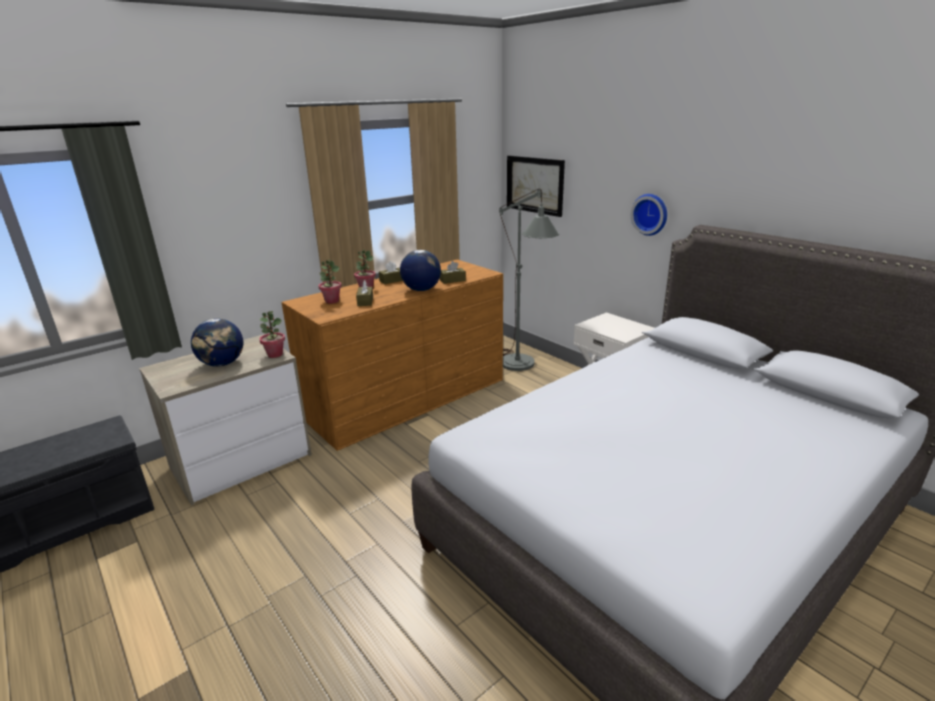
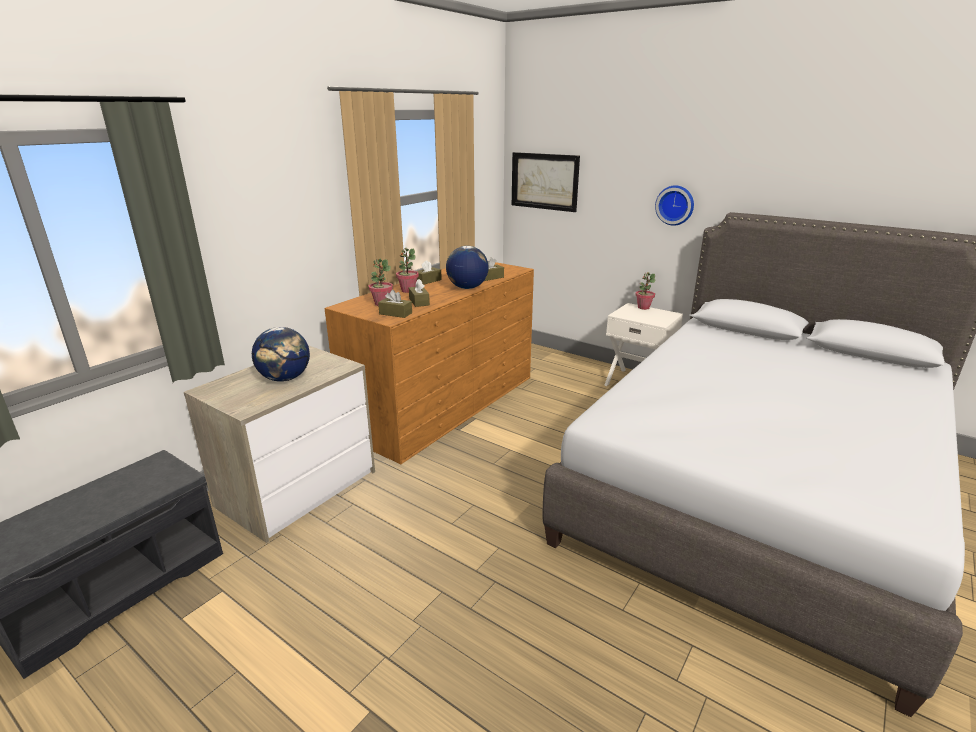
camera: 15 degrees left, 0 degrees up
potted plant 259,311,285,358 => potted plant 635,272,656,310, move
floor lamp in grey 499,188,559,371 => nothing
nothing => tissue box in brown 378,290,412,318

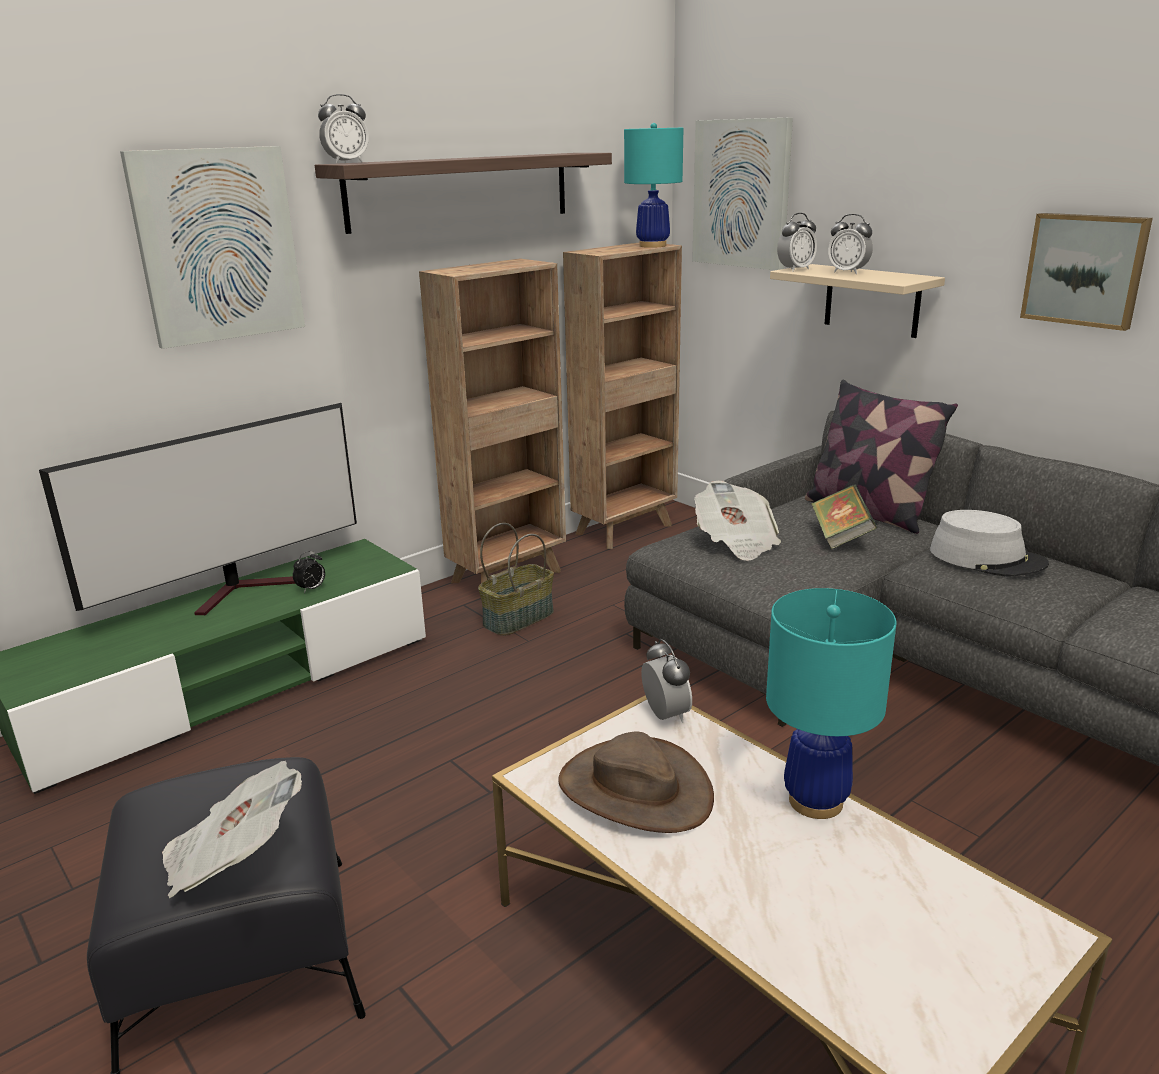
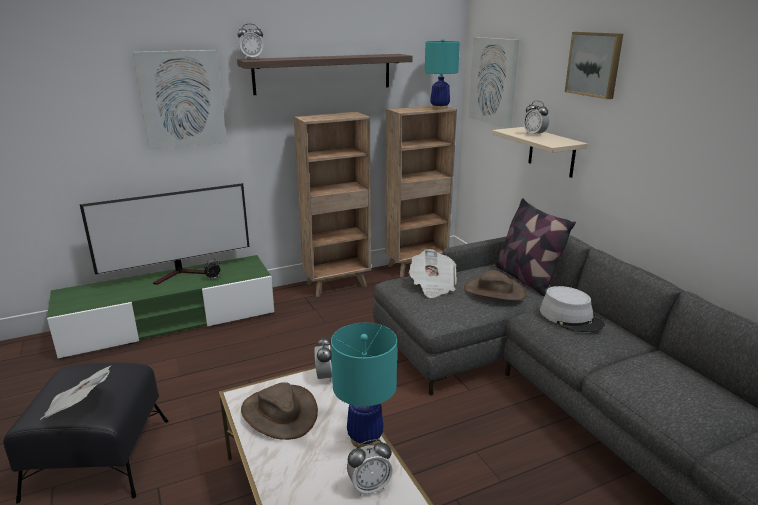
camera: 15 degrees right, 0 degrees up
basket 478,523,554,636 => nothing
alarm clock 777,213,817,272 => alarm clock 347,439,393,496, move
book 812,485,877,549 => hat in brown 464,270,527,301
picture 1020,213,1153,331 => picture 565,32,623,99, move

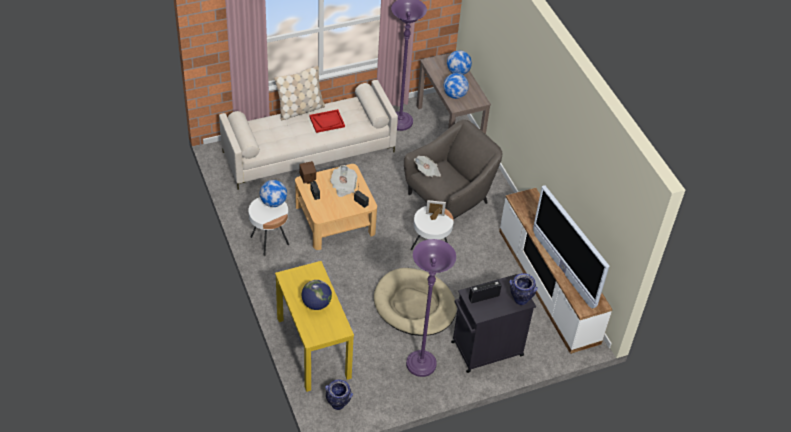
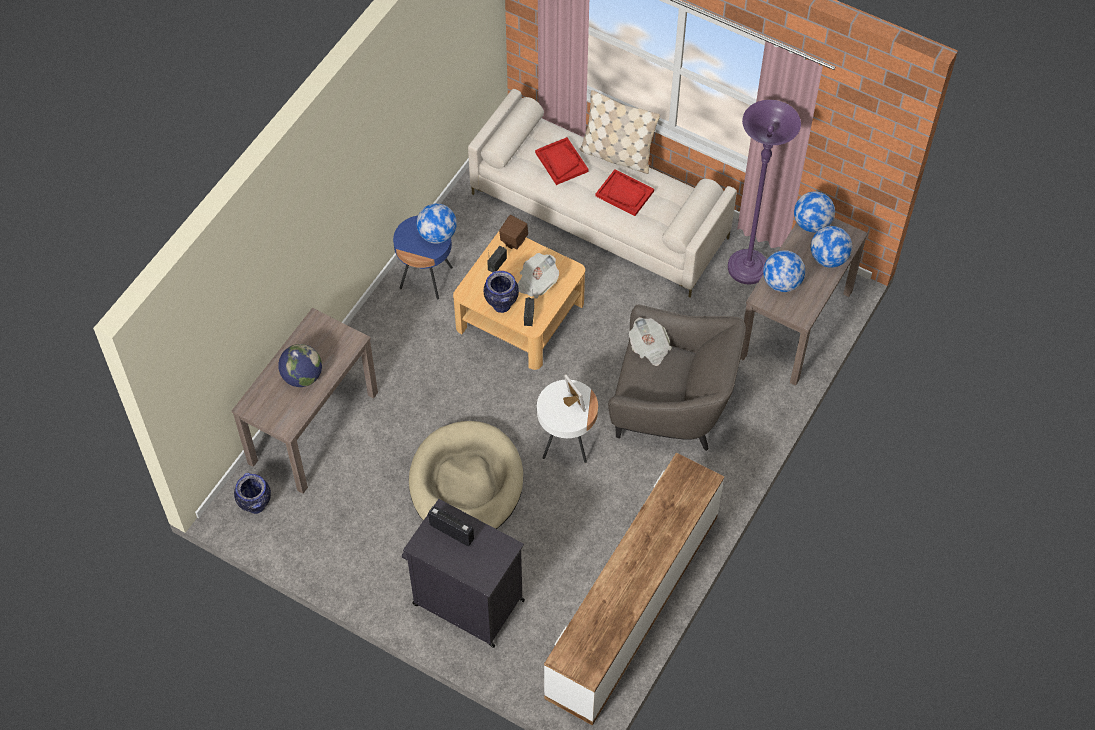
camera: 55 degrees right, 10 degrees up
side table in white 248,197,289,256 => side table in blue 393,216,453,300
console table in yellow 275,261,354,392 => console table in brown 232,308,378,494
floor lamp in purple 406,239,456,377 => nothing
vase 510,273,538,305 => vase 484,271,519,313, move
television 533,186,609,308 => nothing
nothing => tray in red 535,137,589,185
nothing => globe 794,191,835,232

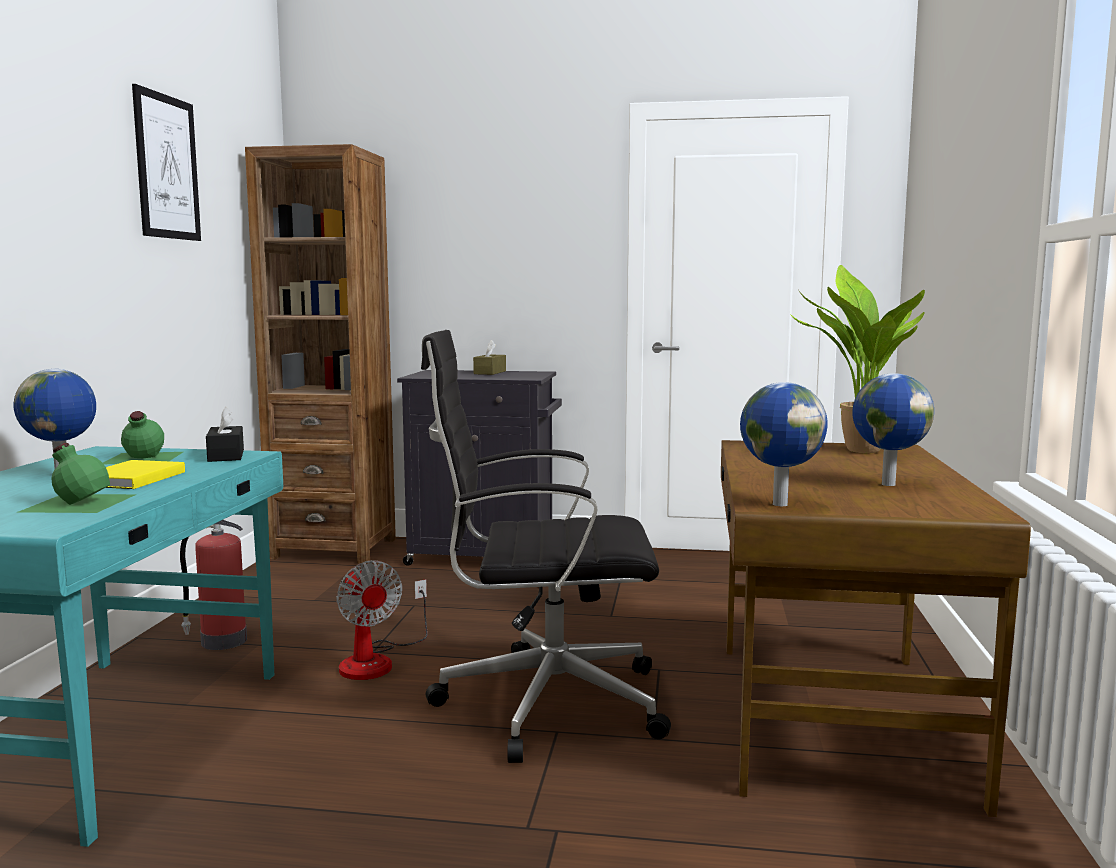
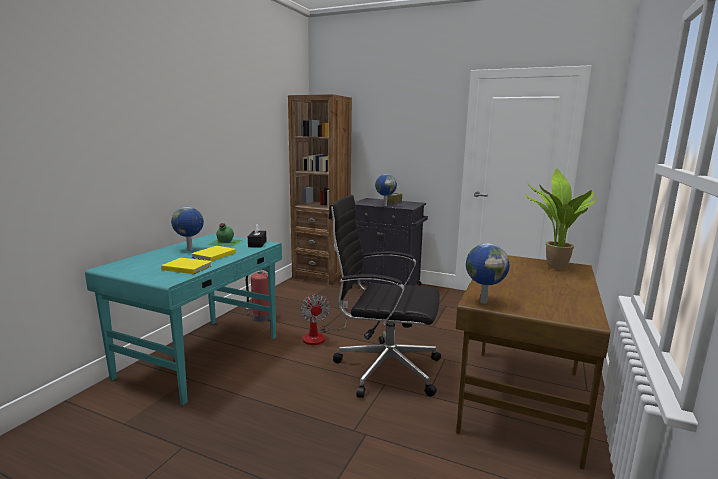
camera: 15 degrees right, 5 degrees up
bottle in green 19,443,137,513 => book in yellow 161,258,212,274
picture 132,84,201,241 => nothing
globe 852,373,934,486 => globe 375,174,397,206, move

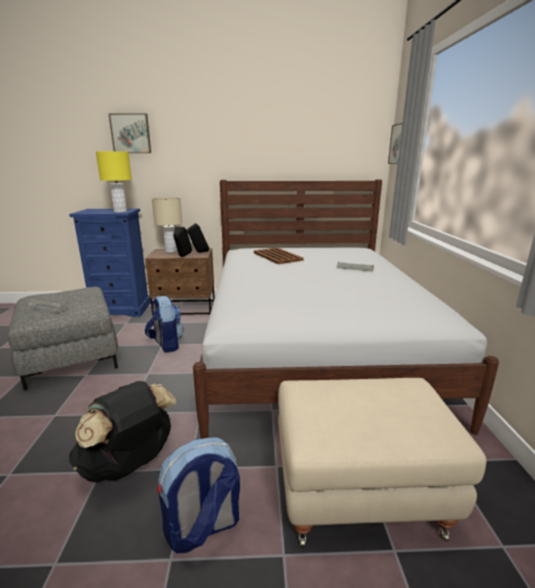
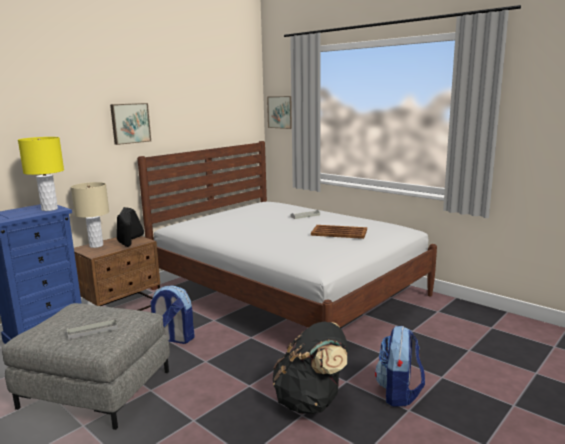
camera: 45 degrees left, 5 degrees down
picture 108,113,151,153 => picture 110,103,151,145, move
tray in brown 254,248,304,264 => tray in brown 311,225,367,239, move
ottoman in beige 278,378,486,547 => nothing

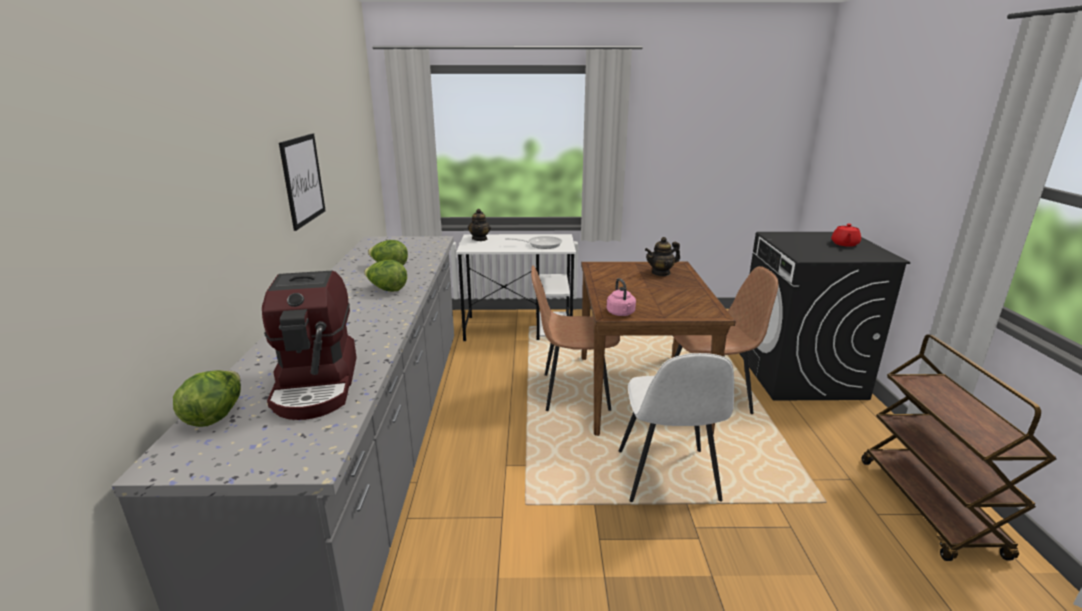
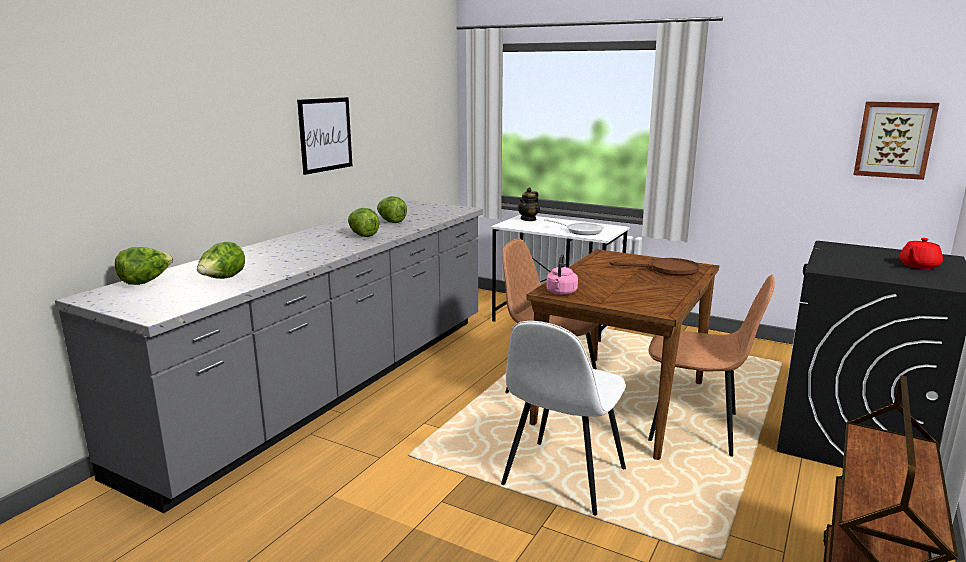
camera: 30 degrees right, 5 degrees down
coffee machine 262,271,357,420 => lettuce 197,242,245,279
teapot 645,237,680,276 => frying pan in brown 609,258,699,276
nothing => picture 853,101,939,180

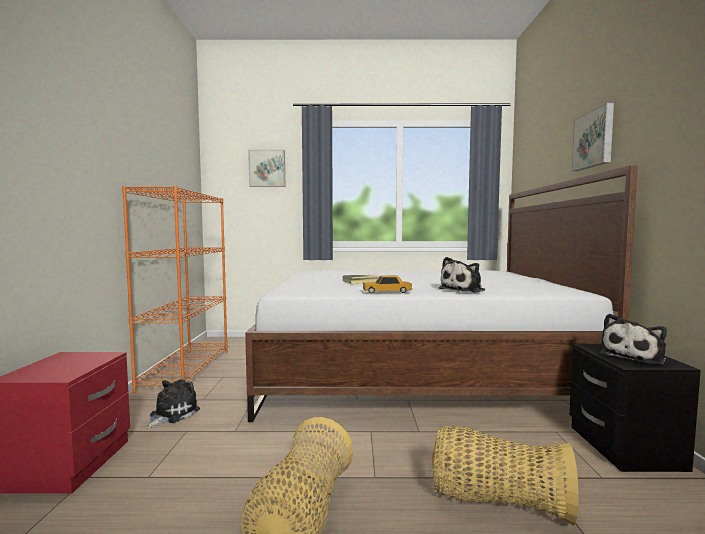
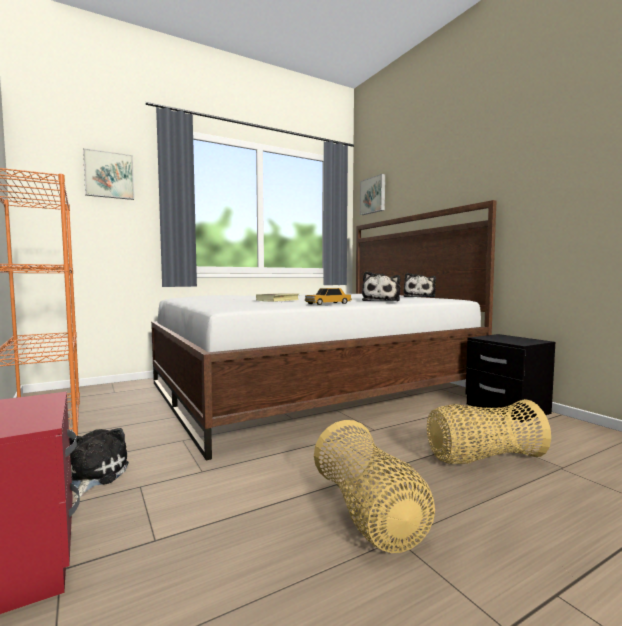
camera: 30 degrees left, 0 degrees up
picture 571,103,614,171 => picture 360,174,385,215, move
plush toy 600,314,667,365 => plush toy 403,273,436,297, move

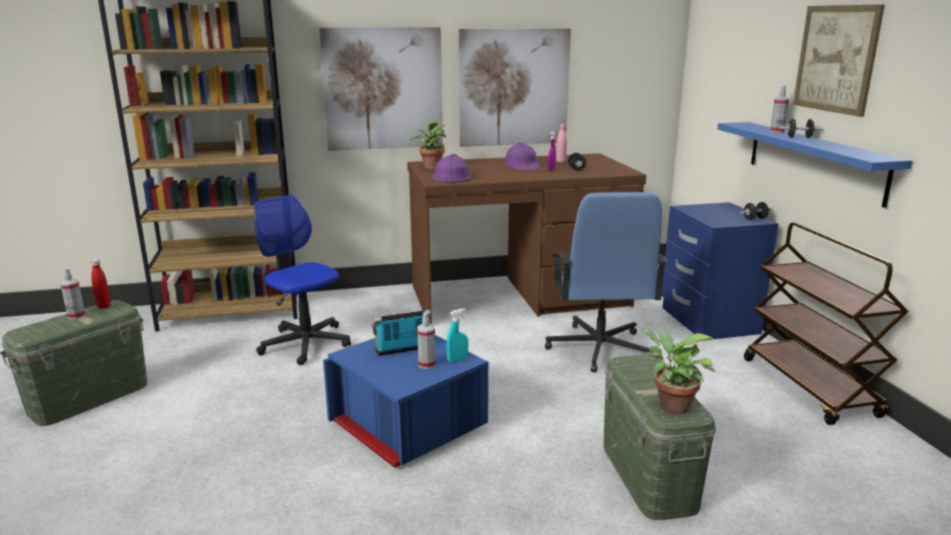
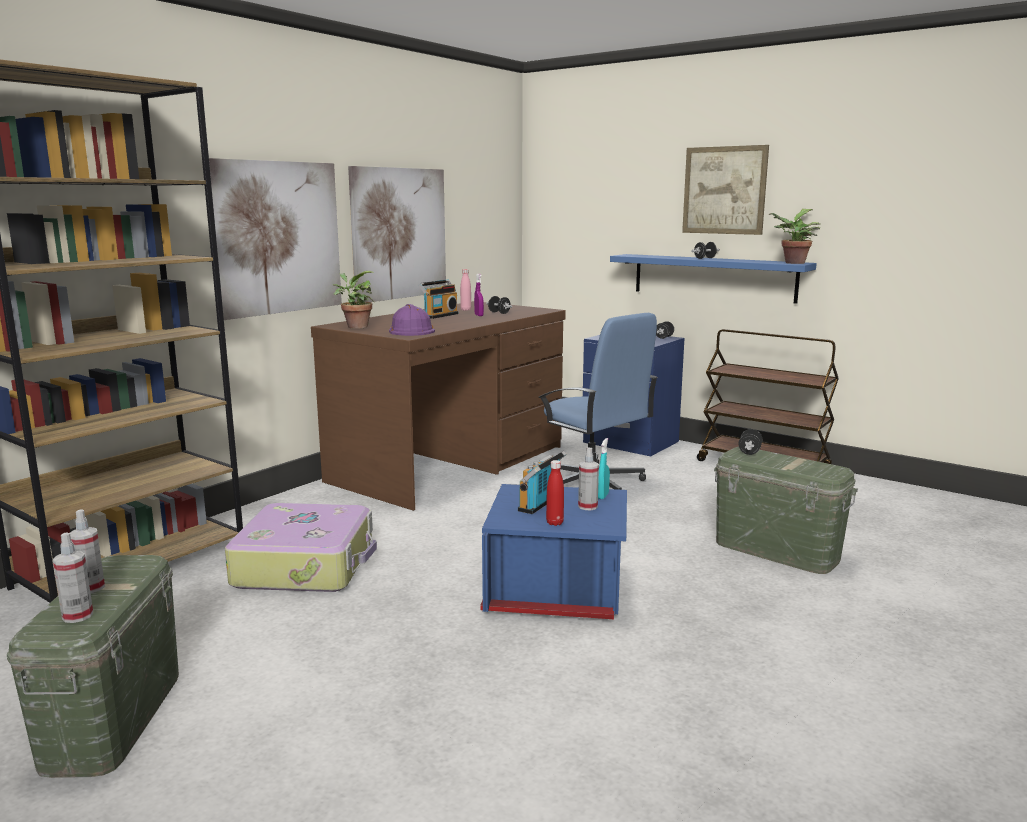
camera: 40 degrees left, 5 degrees down
bottle in red 91,259,111,309 => bottle in red 546,460,564,526, move
office chair 254,195,351,365 => suitcase 225,503,377,592
hard hat in purple 503,142,540,170 => radio 419,280,458,319
potted plant 642,328,715,414 => potted plant 768,209,820,264, move
spray bottle 770,85,790,133 => spray bottle 53,532,93,623, move
nothing => dumbbell in black 738,429,763,455

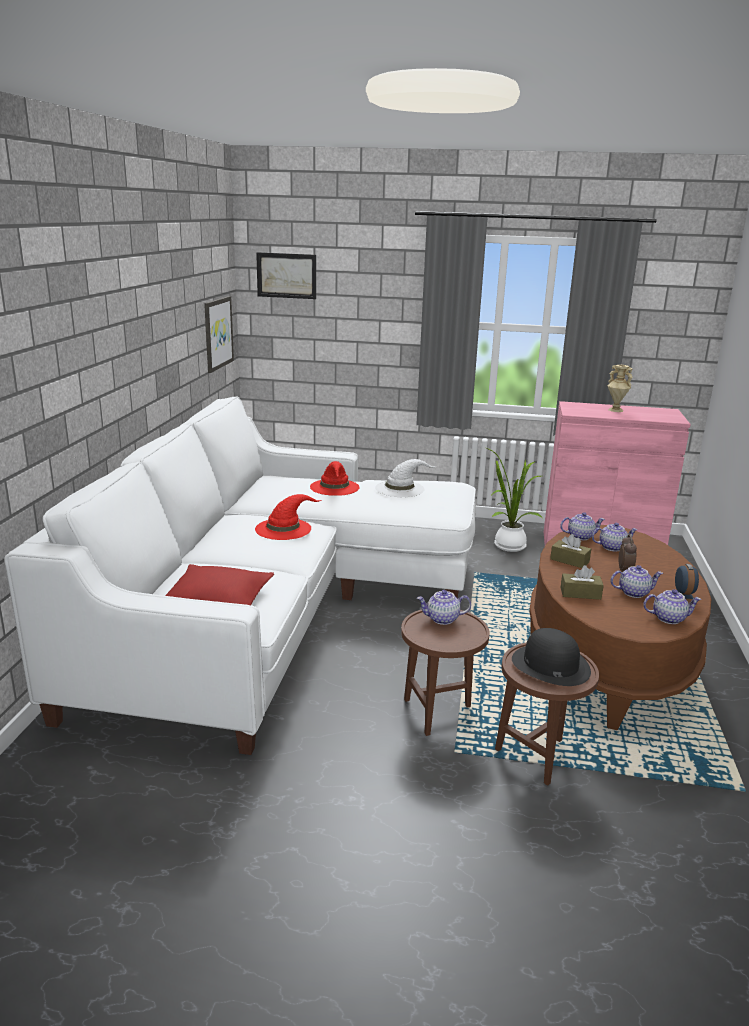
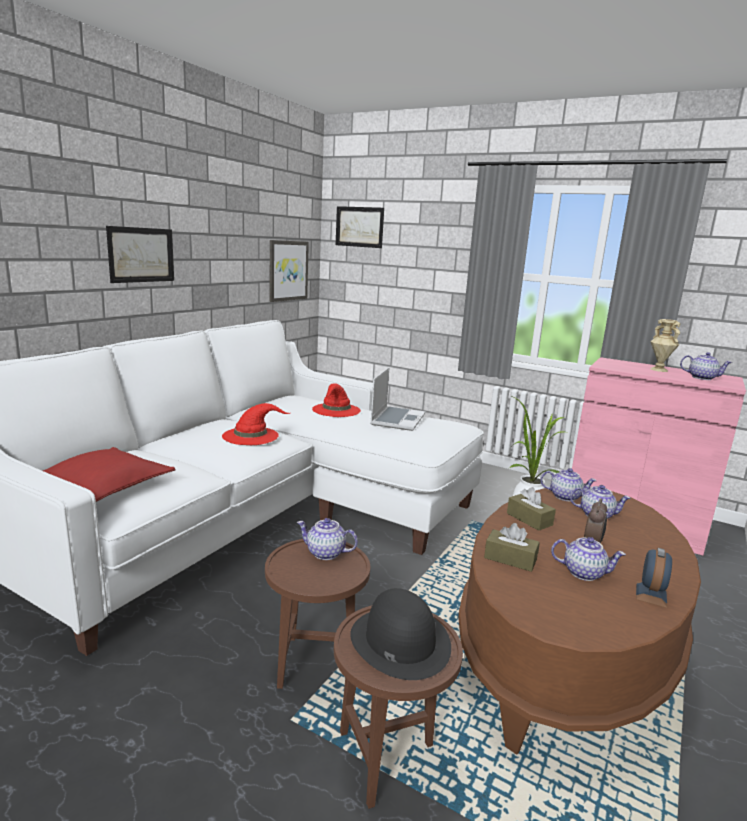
camera: 20 degrees right, 5 degrees down
hat in white 375,459,437,497 => laptop 370,367,425,431
teapot 643,589,702,624 => teapot 680,352,732,380, move
nothing => picture 106,226,174,283

